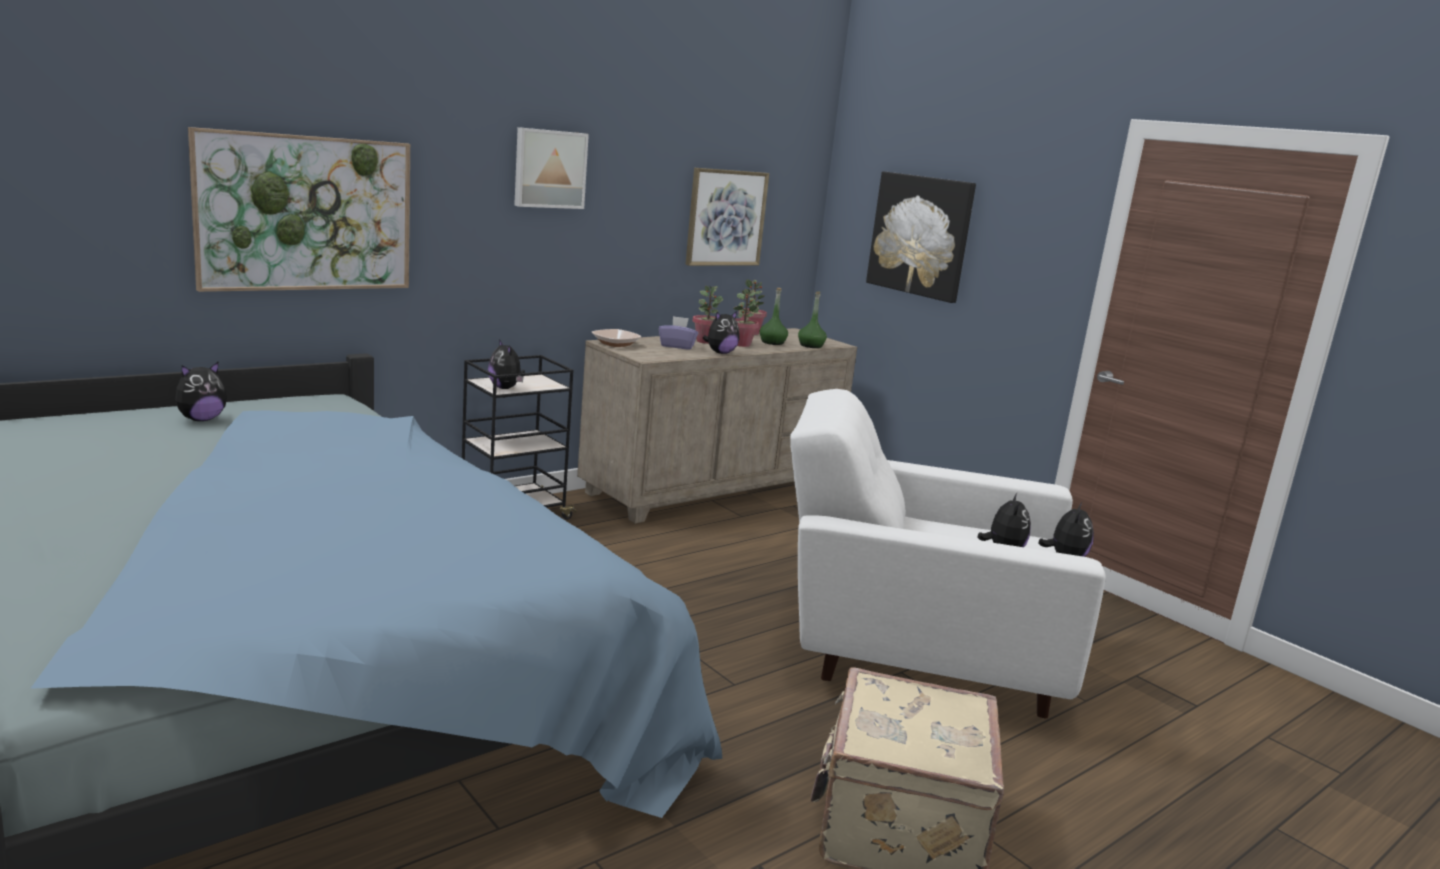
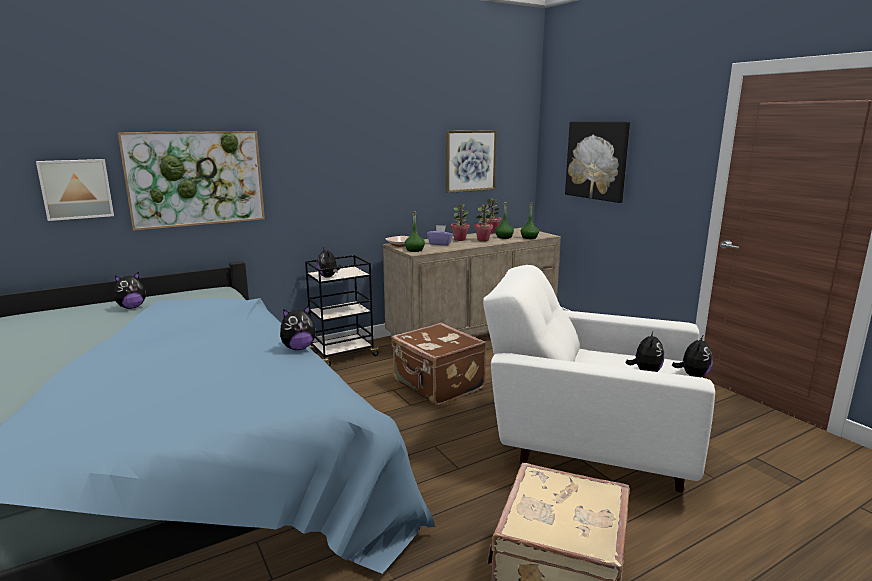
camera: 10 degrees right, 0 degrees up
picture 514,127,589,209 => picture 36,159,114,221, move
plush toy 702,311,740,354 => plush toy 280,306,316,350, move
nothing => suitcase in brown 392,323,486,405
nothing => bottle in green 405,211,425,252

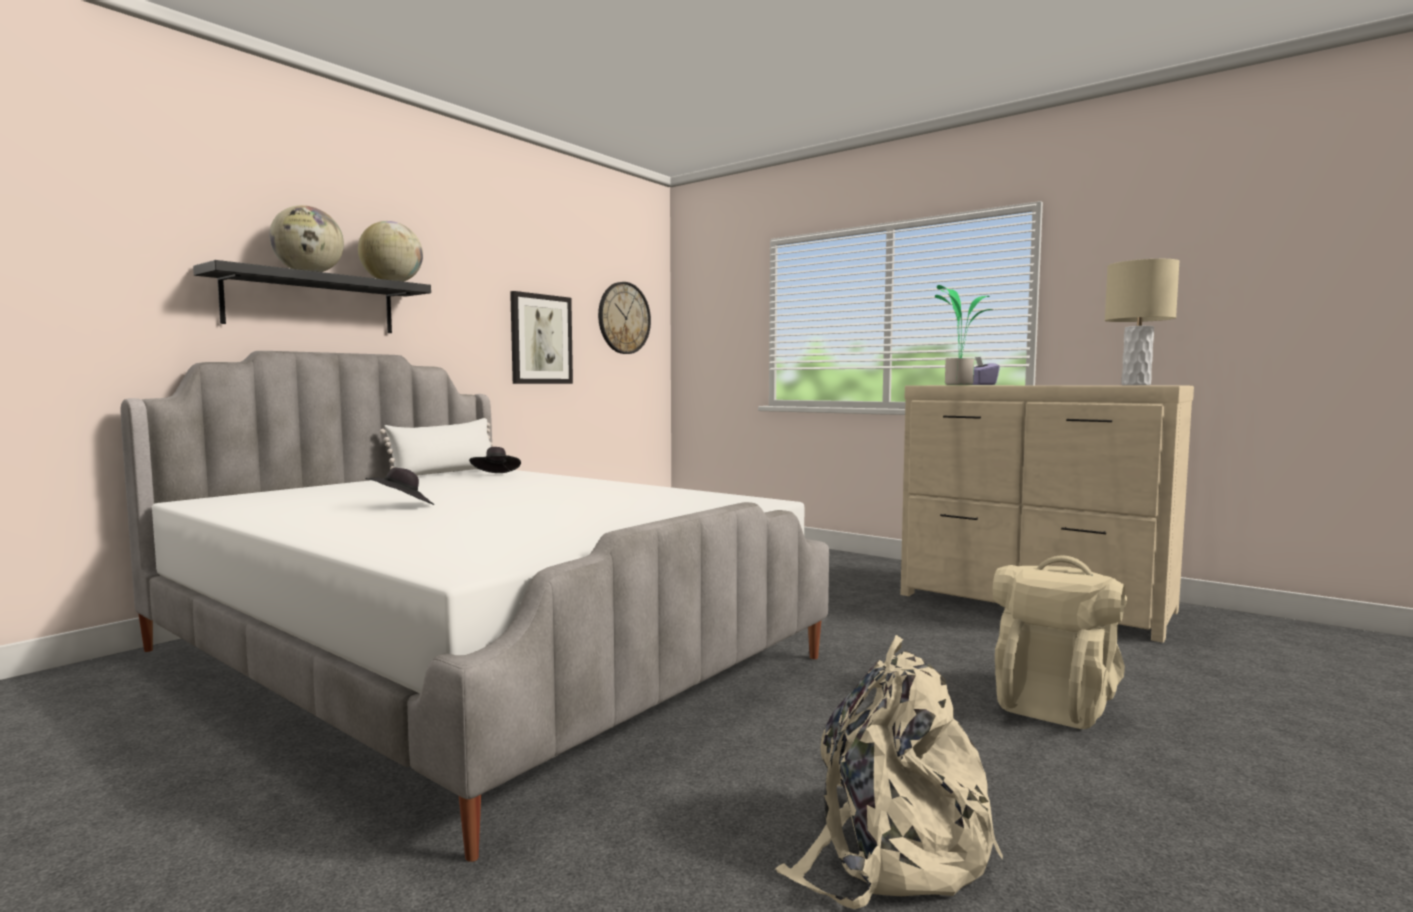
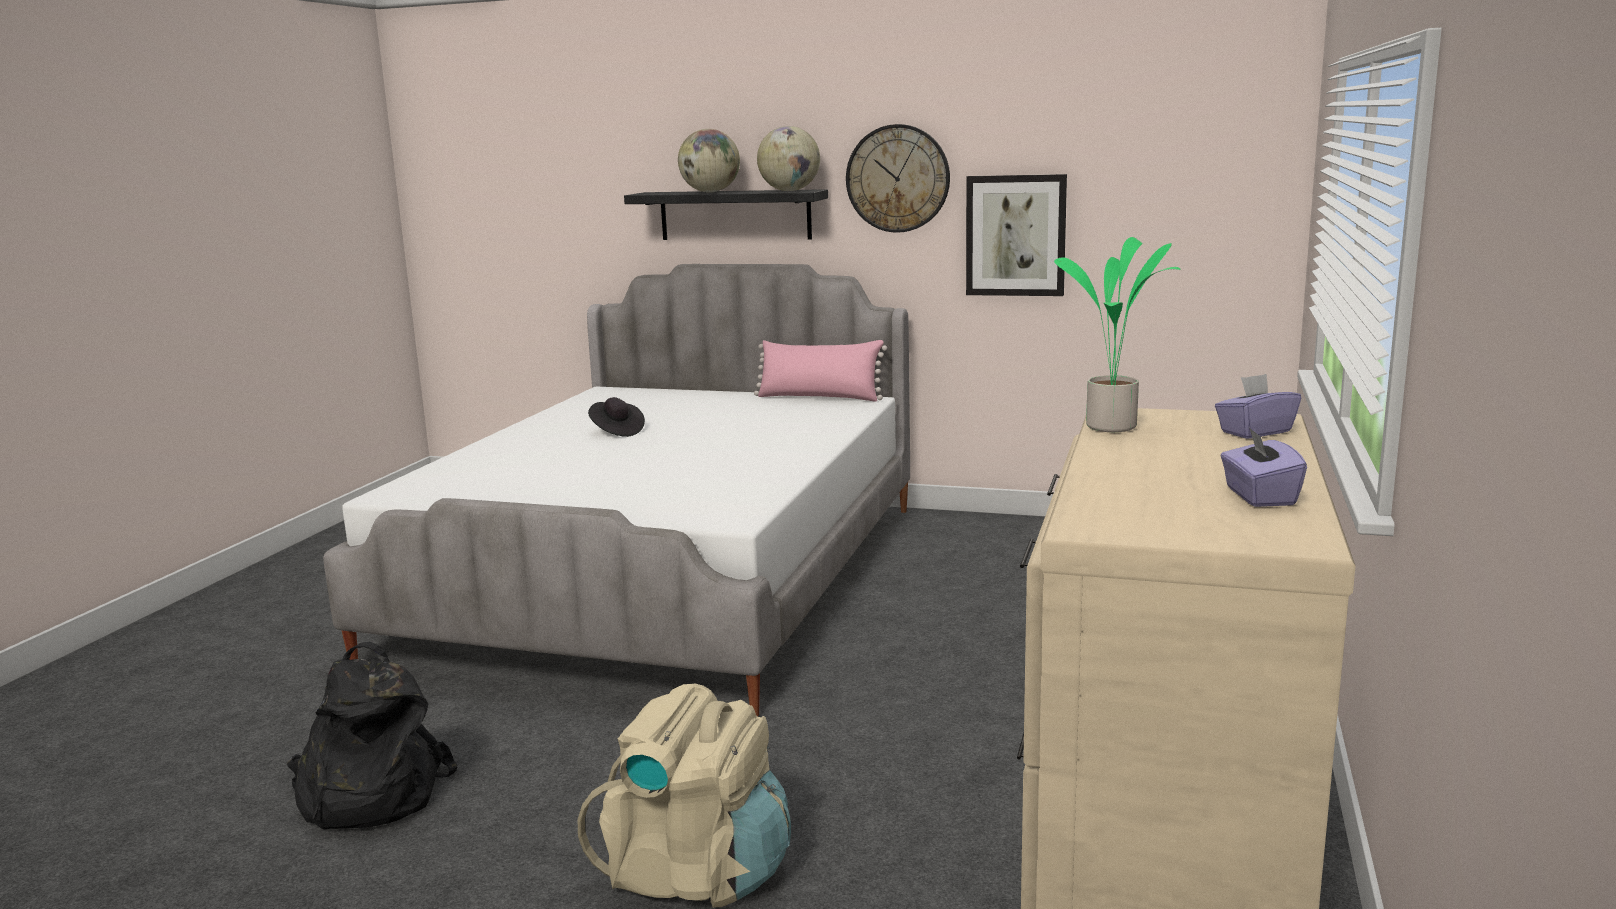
camera: 70 degrees right, 10 degrees up
pillow in white 380,418,493,476 => pillow in pink 754,340,887,402
hat in black 469,447,521,473 => nothing
wall clock 598,282,651,354 => wall clock 846,124,950,233, move
backpack in beige 775,635,1003,909 => backpack in black 286,641,457,829
table lamp in beige 1105,259,1180,385 => nothing
nothing => tissue box in purple 1221,427,1307,507

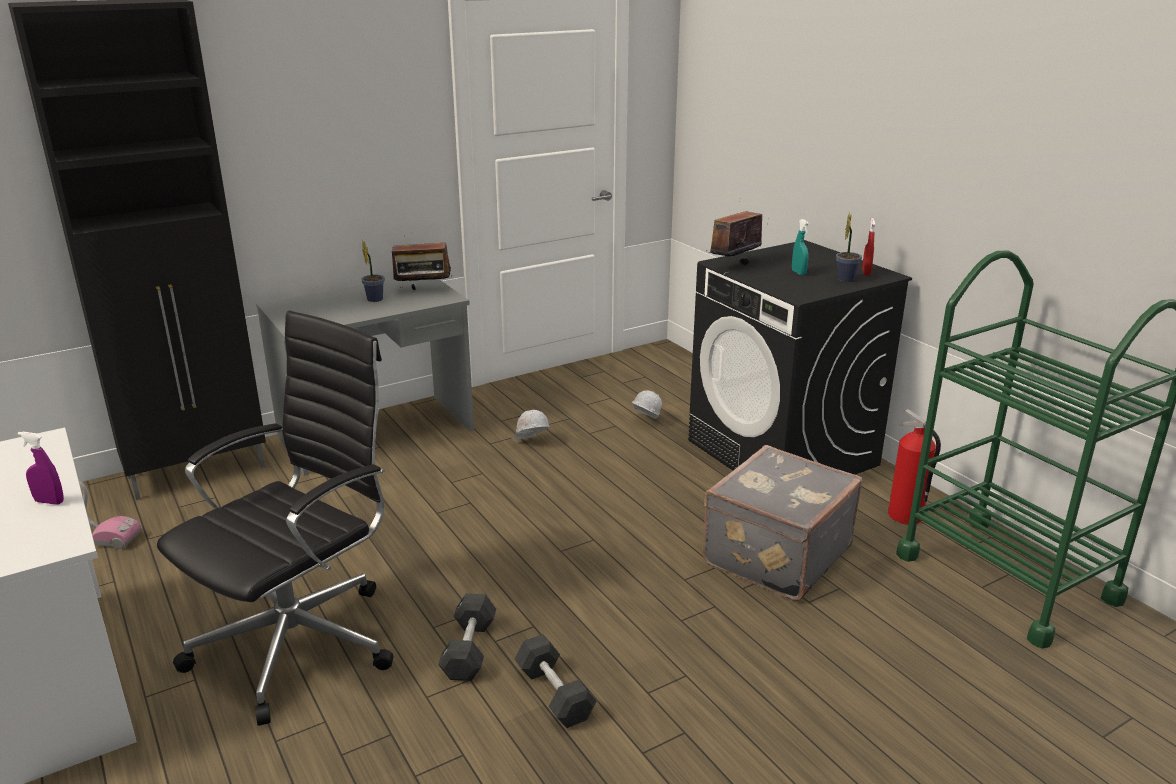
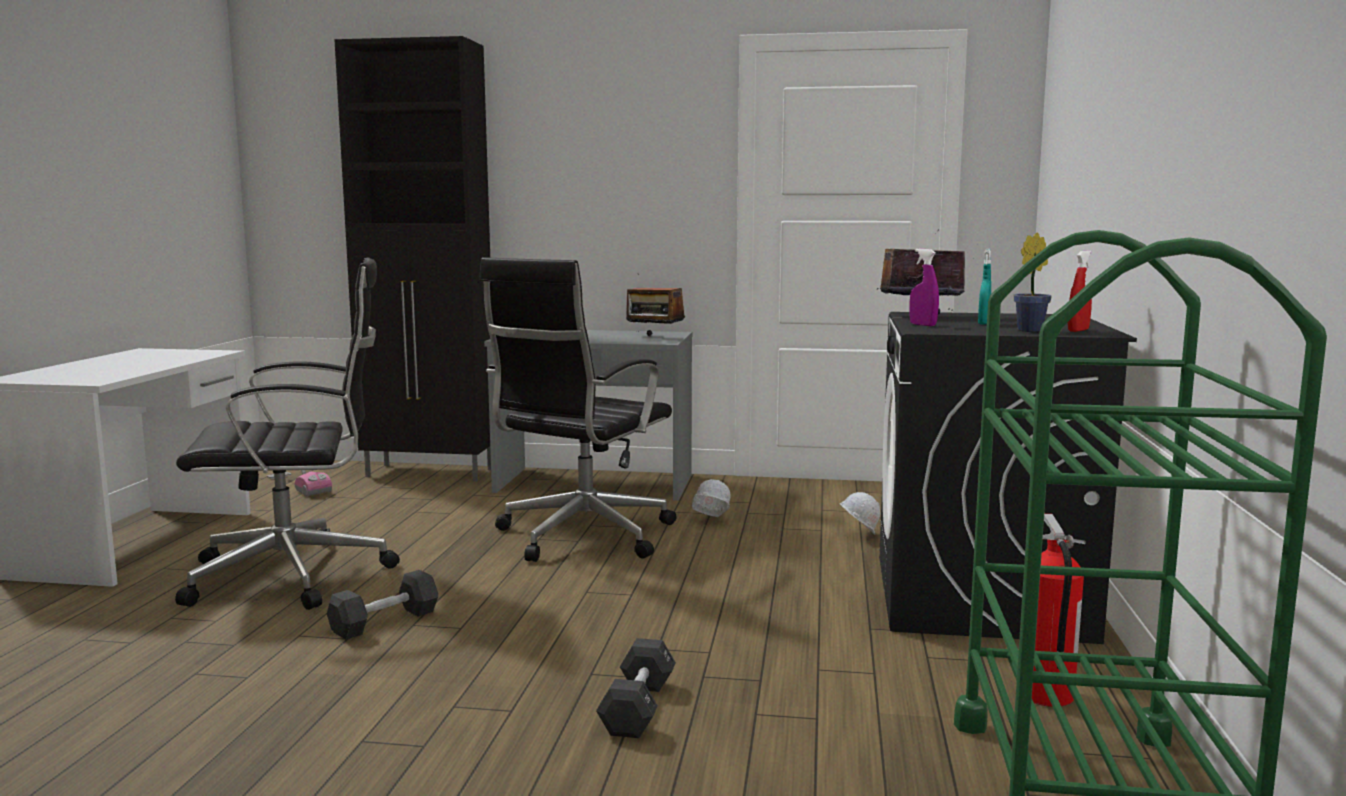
camera: 40 degrees right, 15 degrees down
spray bottle in purple 18,432,64,505 => spray bottle in purple 909,249,939,326, move
potted plant 361,240,385,302 => nothing
dumbbell in black 515,634,597,728 => dumbbell in black 596,638,676,738, move
suitcase in grey 702,445,863,601 => nothing
nothing => office chair in black 479,257,676,562

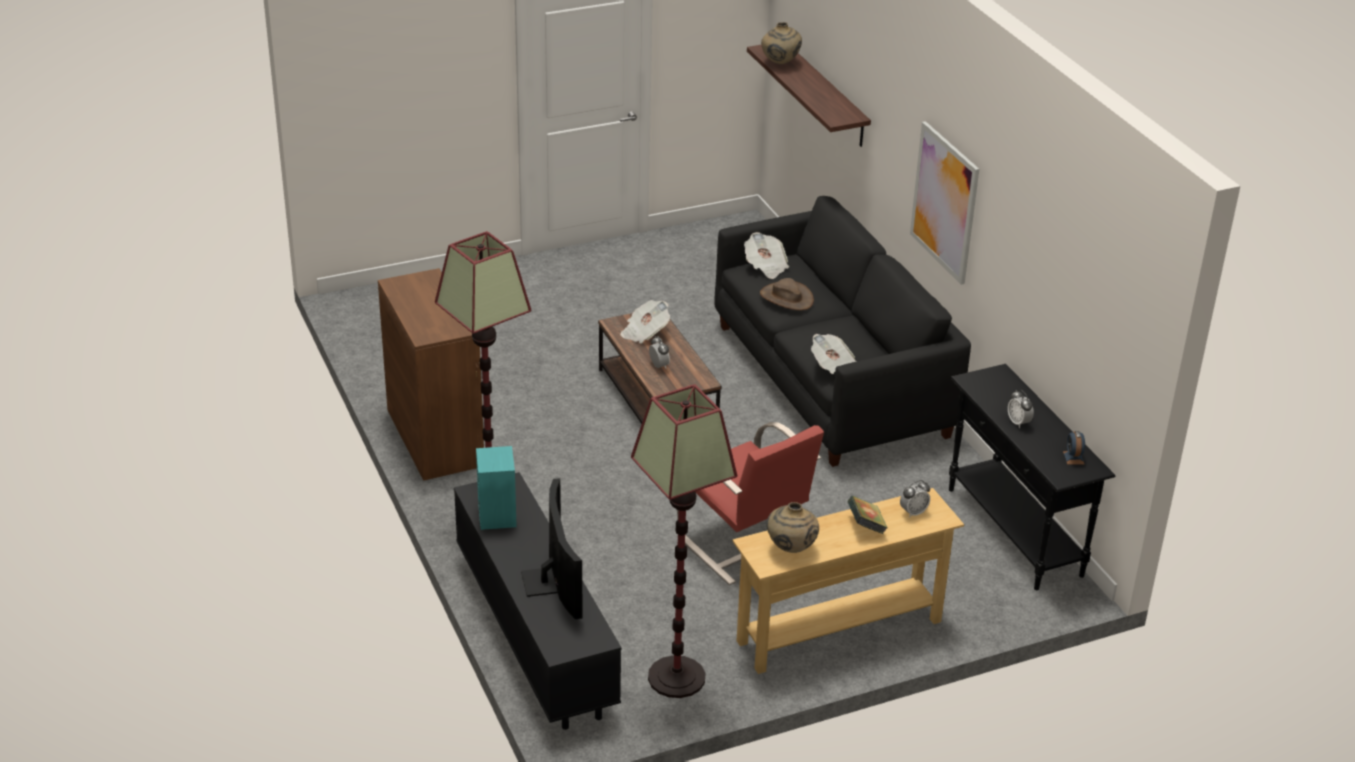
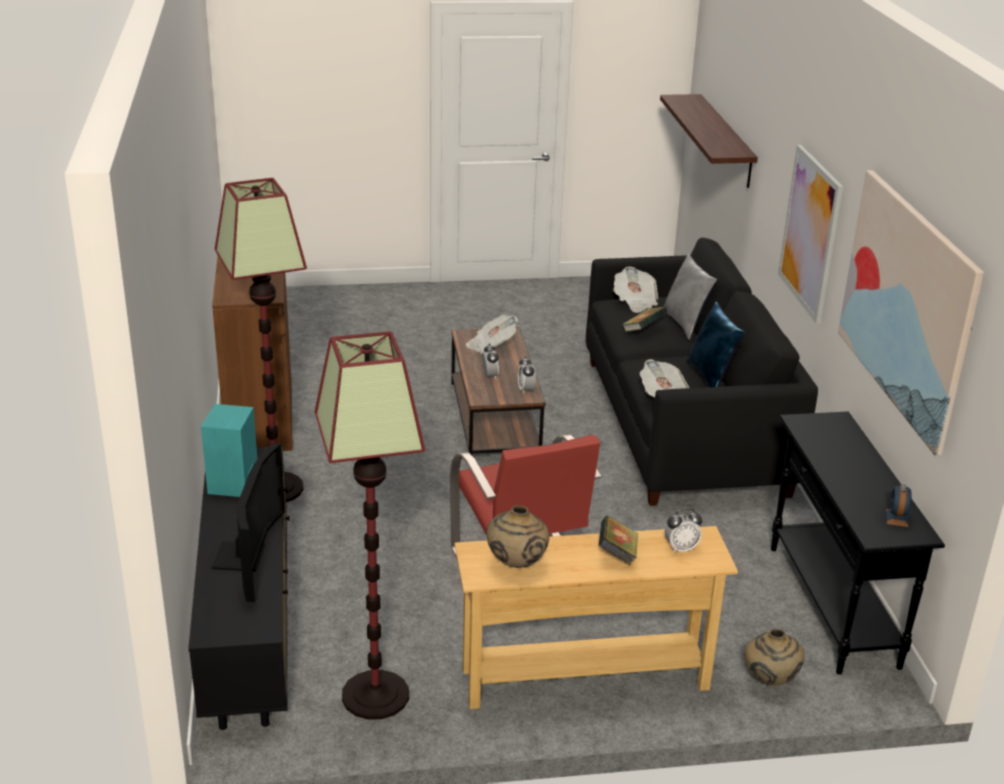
camera: 15 degrees right, 5 degrees down
hat in brown 760,278,814,310 => book 622,307,668,332
vase in beige 761,22,802,64 => vase in beige 744,629,805,685, move
alarm clock 1008,390,1034,428 => alarm clock 518,356,536,394, move
nothing => pillow in grey 664,254,717,340
nothing => pillow in blue 686,302,745,387
nothing => picture 838,170,984,456

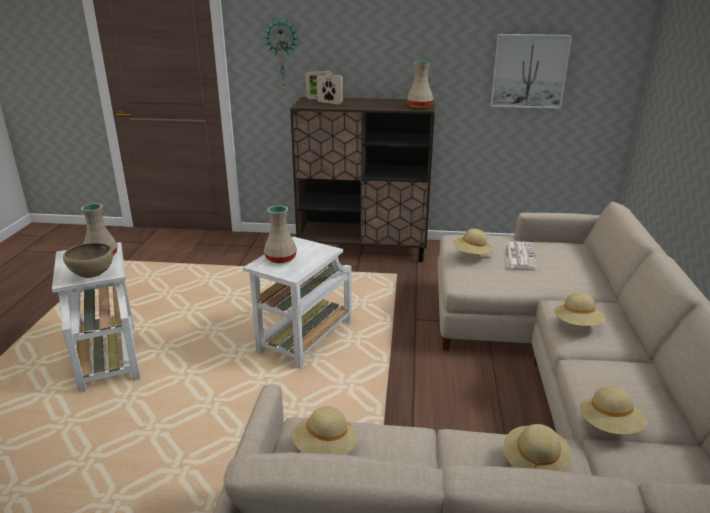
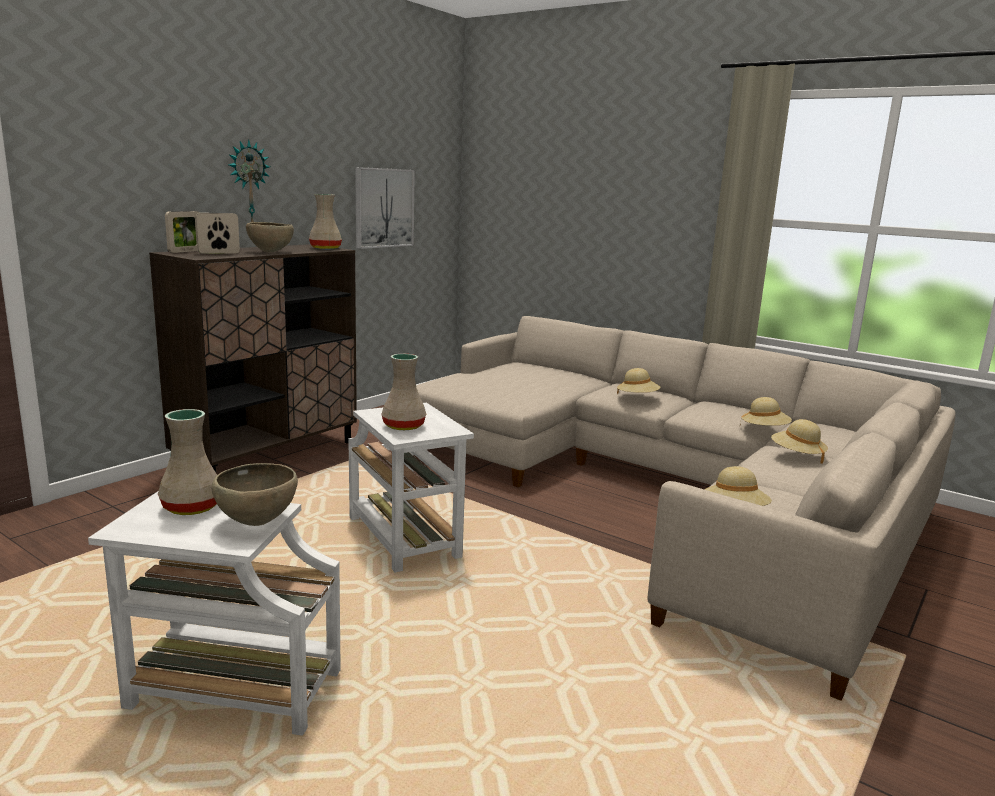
camera: 60 degrees left, 10 degrees down
wall clock 263,18,299,88 => wall clock 228,139,270,222, move
hat in beige 453,229,492,254 => nothing
newspaper 504,242,538,269 => nothing
nothing => bowl in brown 246,222,294,252

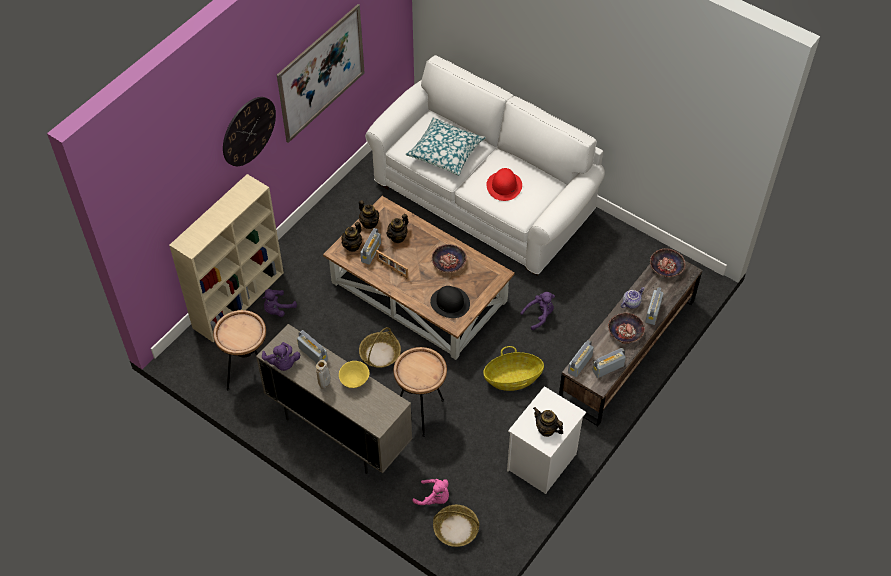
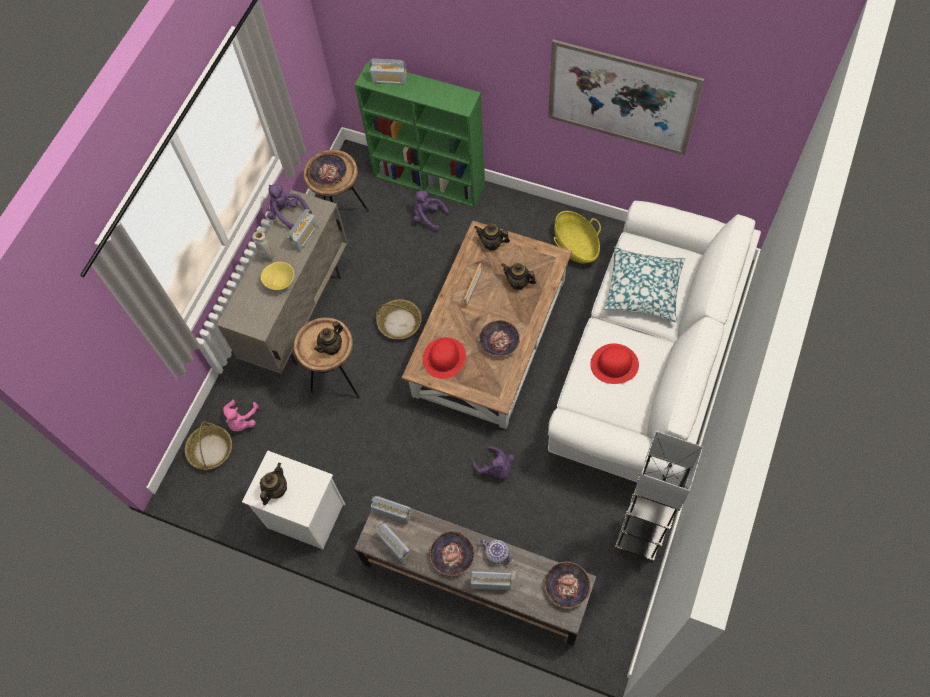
camera: 80 degrees right, 10 degrees up
bookcase in beige 169,174,284,342 => bookcase in green 355,61,485,207
wall clock 223,97,276,166 => nothing
plush toy in purple 262,342,300,371 => plush toy in purple 267,184,310,230, 75 degrees clockwise
teapot 359,200,379,229 => teapot 314,321,343,355, move
radio 360,228,381,265 => radio 369,59,407,85, move
hat in black 430,286,470,318 => hat in red 423,337,466,379
basket 483,346,544,391 => basket 554,211,601,263, move
nothing => bowl 308,153,347,185
nothing => floor lamp in grey 615,431,703,561

